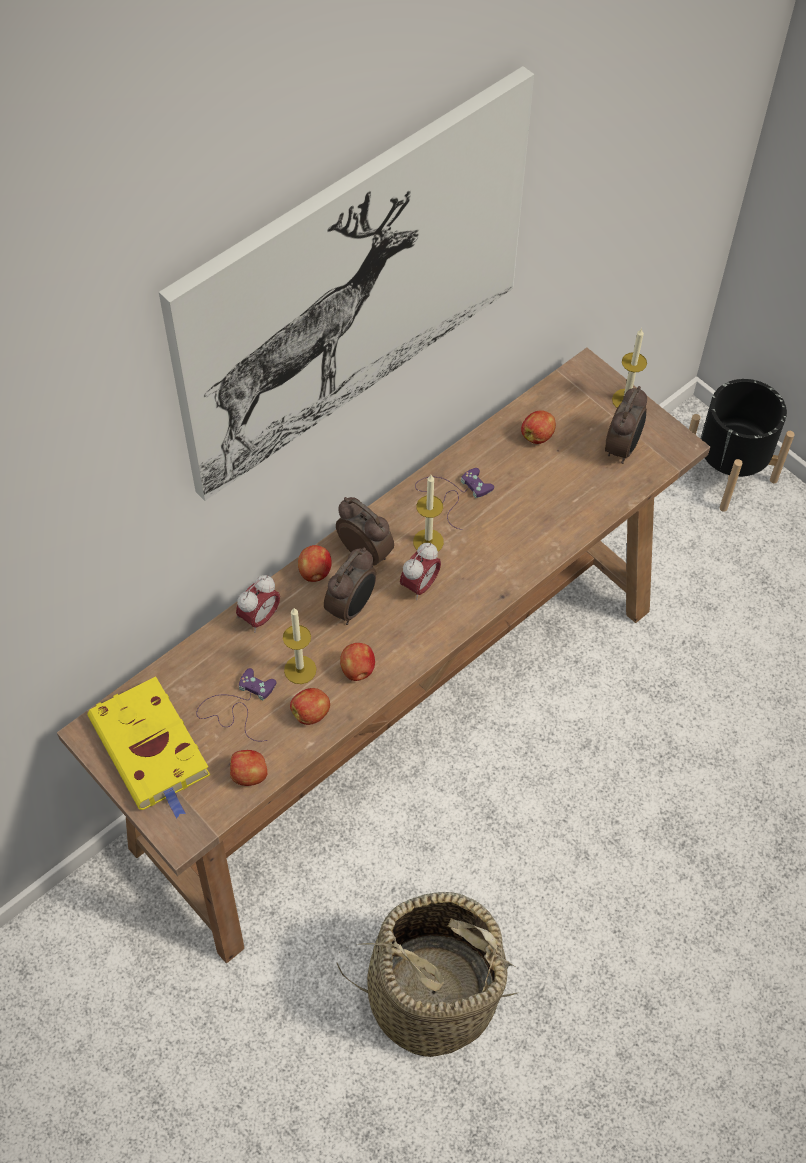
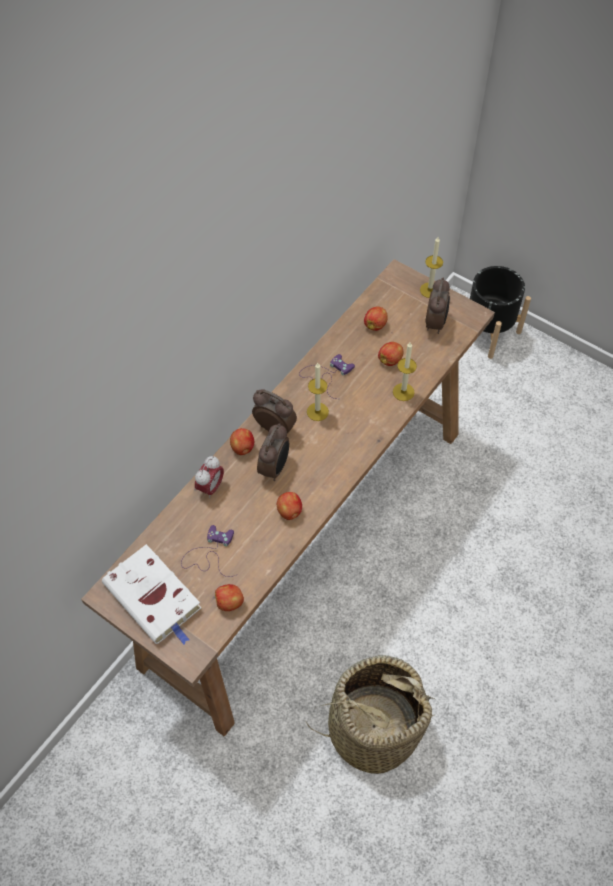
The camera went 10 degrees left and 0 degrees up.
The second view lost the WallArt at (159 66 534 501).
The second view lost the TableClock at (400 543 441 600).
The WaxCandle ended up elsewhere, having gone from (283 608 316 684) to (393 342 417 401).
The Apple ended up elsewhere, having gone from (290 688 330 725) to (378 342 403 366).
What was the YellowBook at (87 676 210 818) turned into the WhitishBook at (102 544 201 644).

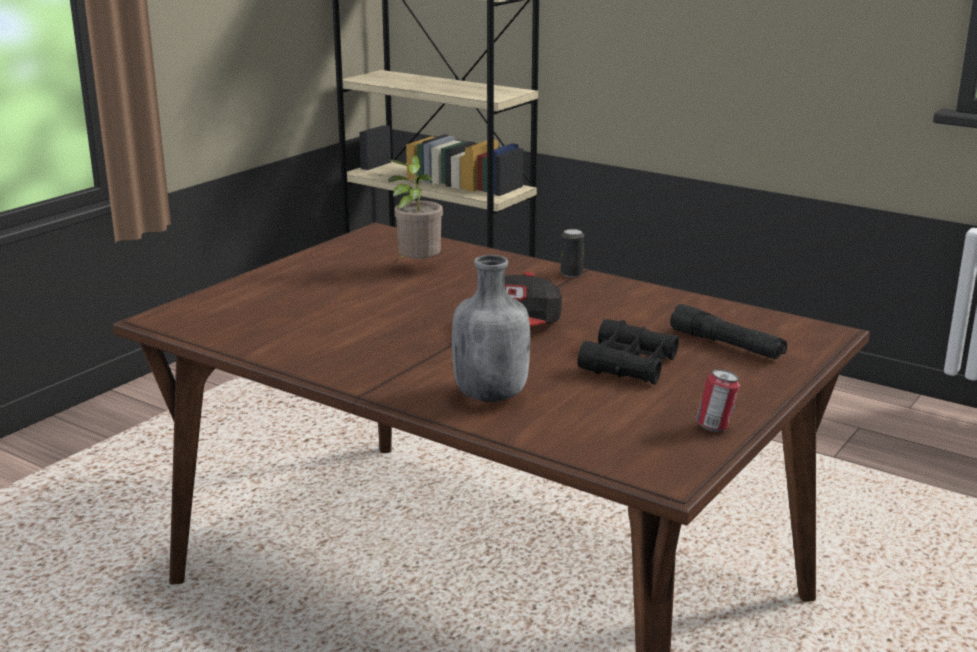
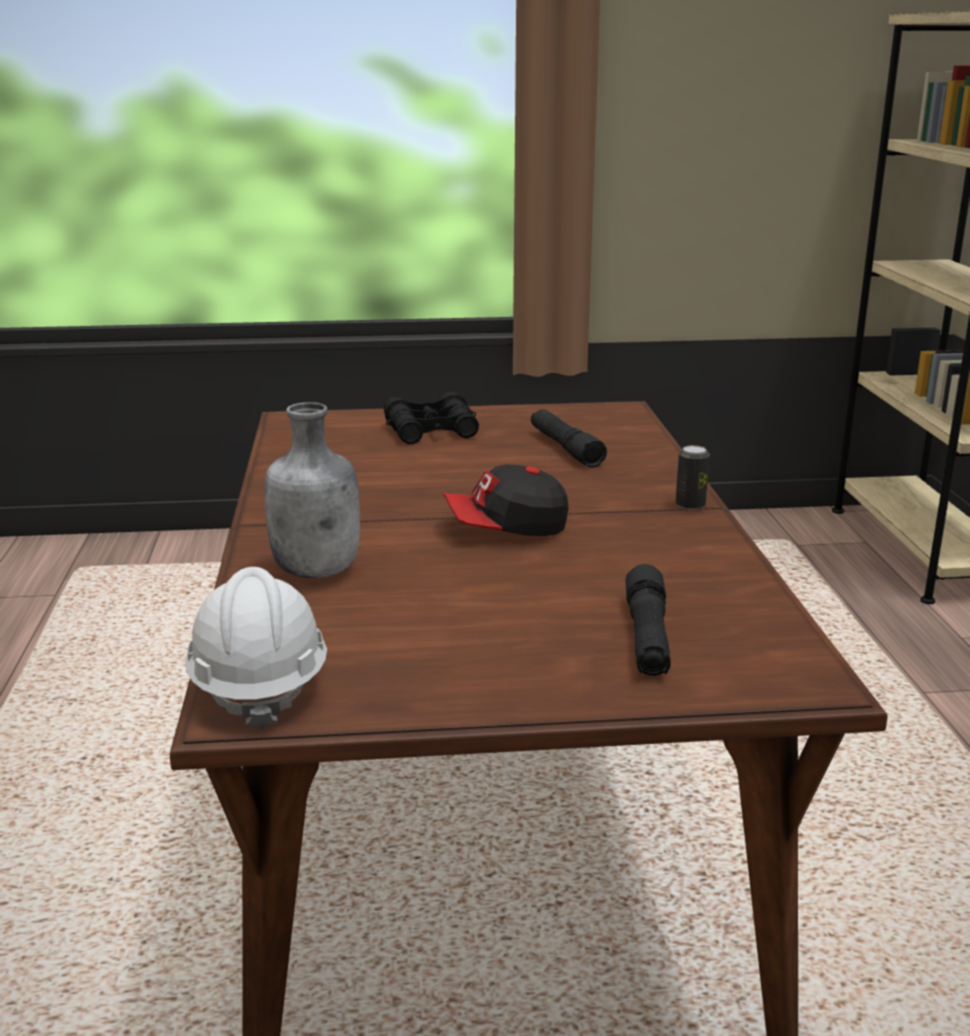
The camera went 50 degrees right and 0 degrees up.
The second view lost the MetalCan at (696 369 740 432).
The second view gained the WhitishSafetyHelmet at (185 567 327 730).
The BlackishFieldGlasses ended up elsewhere, having gone from (578 319 679 384) to (384 391 479 444).
Where the PottedPlant stood at (389 155 443 263), the BlackishTorch came to stand at (531 409 607 468).

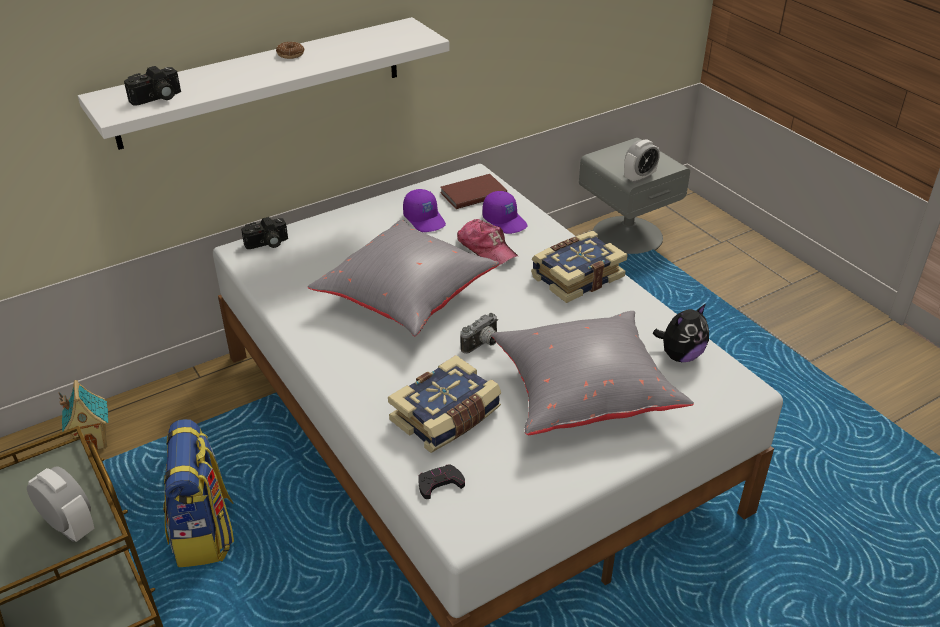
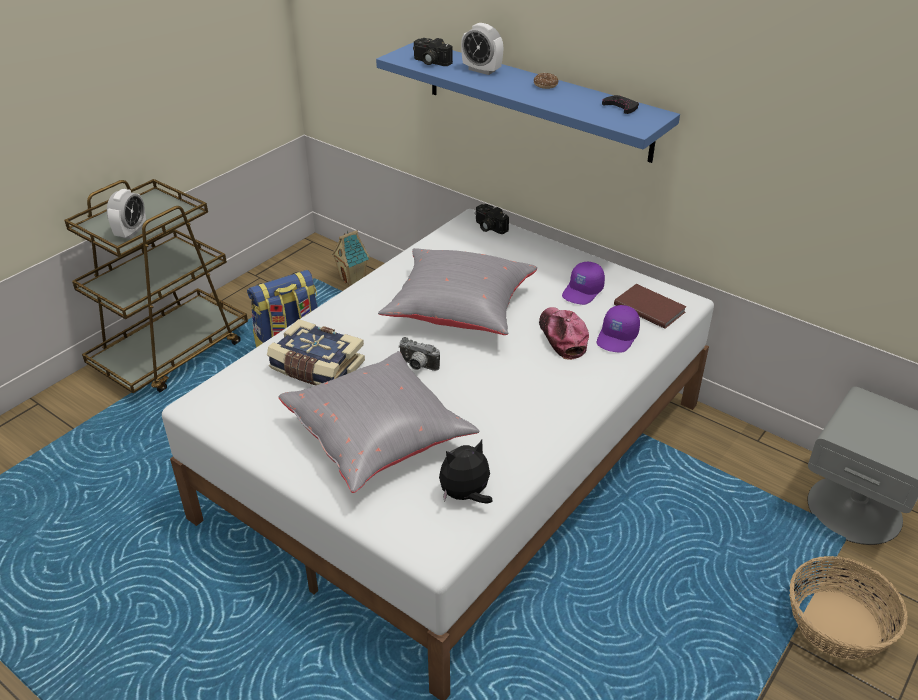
The camera went 70 degrees right and 0 degrees up.
The second view lost the Book at (531 231 628 303).
The second view gained the Basket at (789 556 908 660).
The BlackishGameController ended up elsewhere, having gone from (418 464 465 499) to (602 95 639 114).
The TableClock ended up elsewhere, having gone from (624 139 660 184) to (461 23 503 75).
What was the WhitishWallShelf at (78 17 450 150) turned into the BluishWallShelf at (376 42 680 163).
The Cap at (457 219 518 266) ended up facing another way, 135 degrees clockwise from before.
The CuddlyToy at (653 304 709 362) ended up facing another way, 120 degrees clockwise from before.

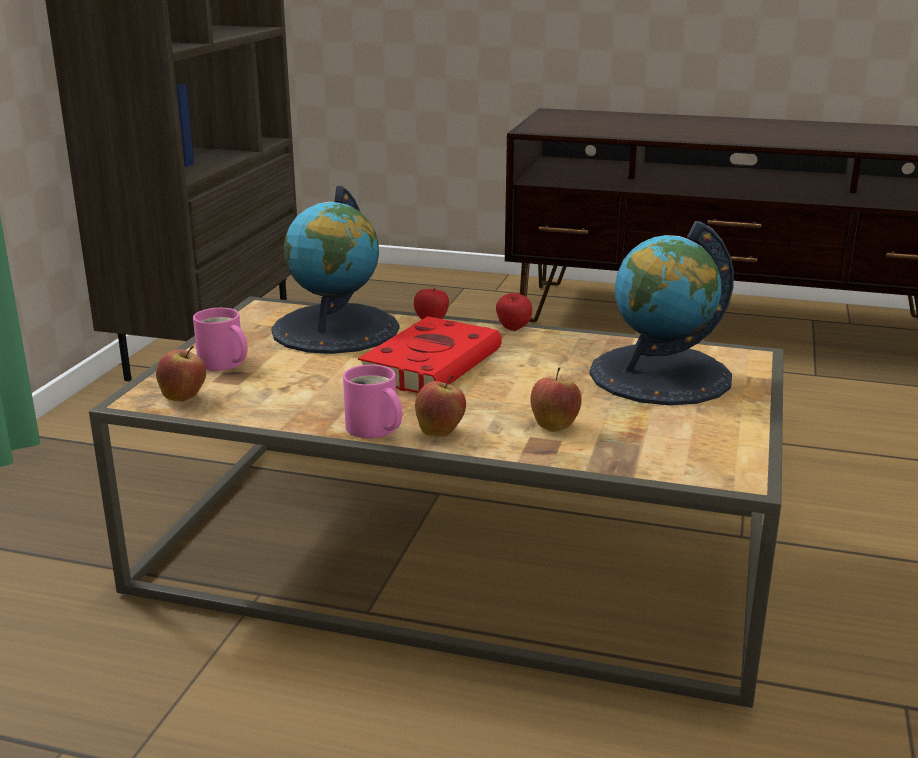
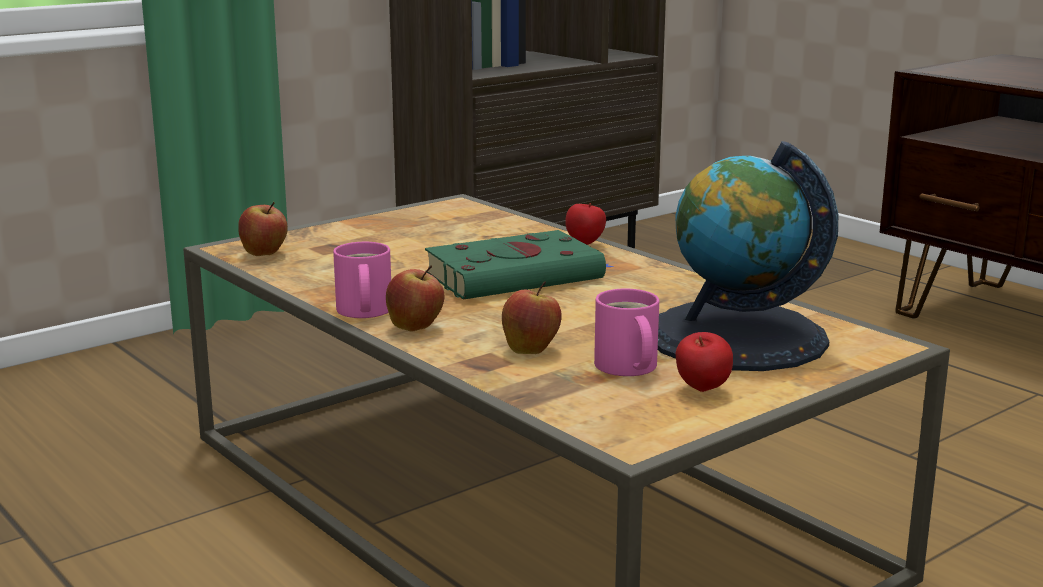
The camera went 35 degrees right and 5 degrees down.
The second view lost the DeskGlobe at (271 185 399 354).
The PinkTeaMug ended up elsewhere, having gone from (193 308 248 371) to (594 289 659 376).
The Apple ended up elsewhere, having gone from (496 293 532 331) to (676 332 733 392).
What was the ReddishBook at (358 316 502 393) turned into the GreenishBook at (425 230 615 300).

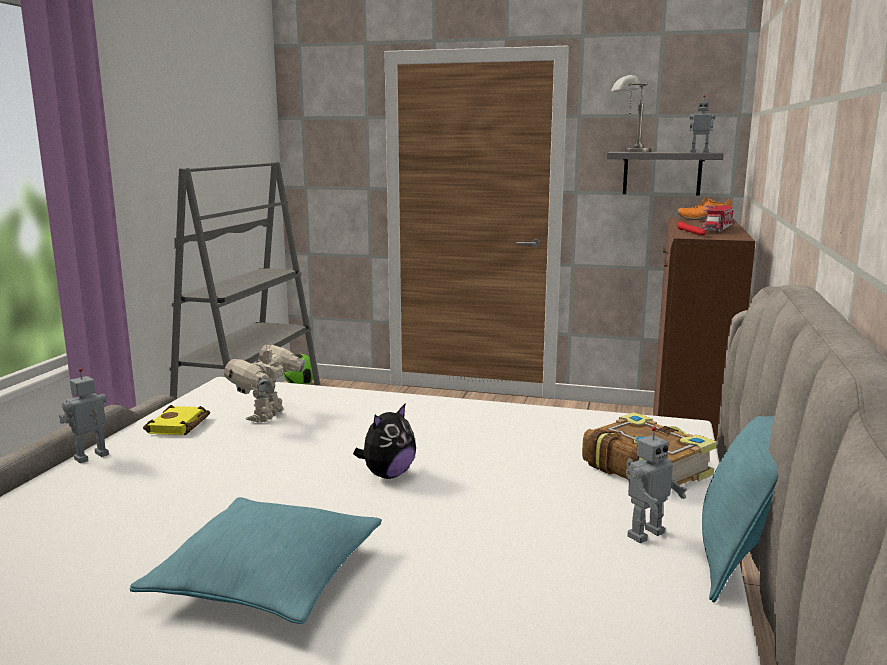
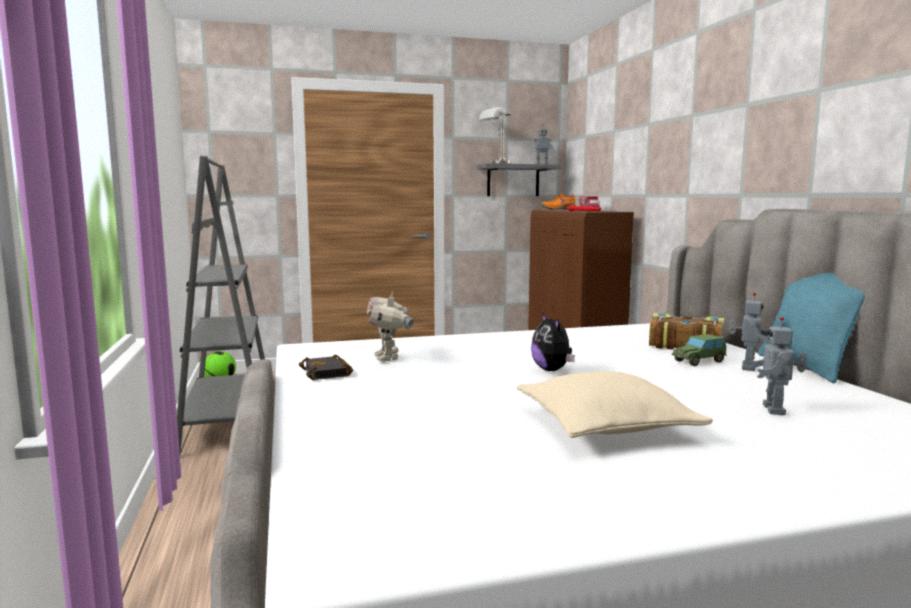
The camera went 30 degrees left and 5 degrees down.
The second view gained the MiniatureCar at (671 334 726 366).
The RobotFigure ended up elsewhere, having gone from (59 368 109 463) to (749 317 807 415).
What was the TurquoiseColouredPillow at (130 497 382 624) turned into the SandColouredPillow at (517 371 713 438).
What was the YellowBook at (143 405 210 435) turned into the BlackishBook at (299 355 353 380).
The CuddlyToy at (353 403 416 479) ended up facing another way, 150 degrees clockwise from before.

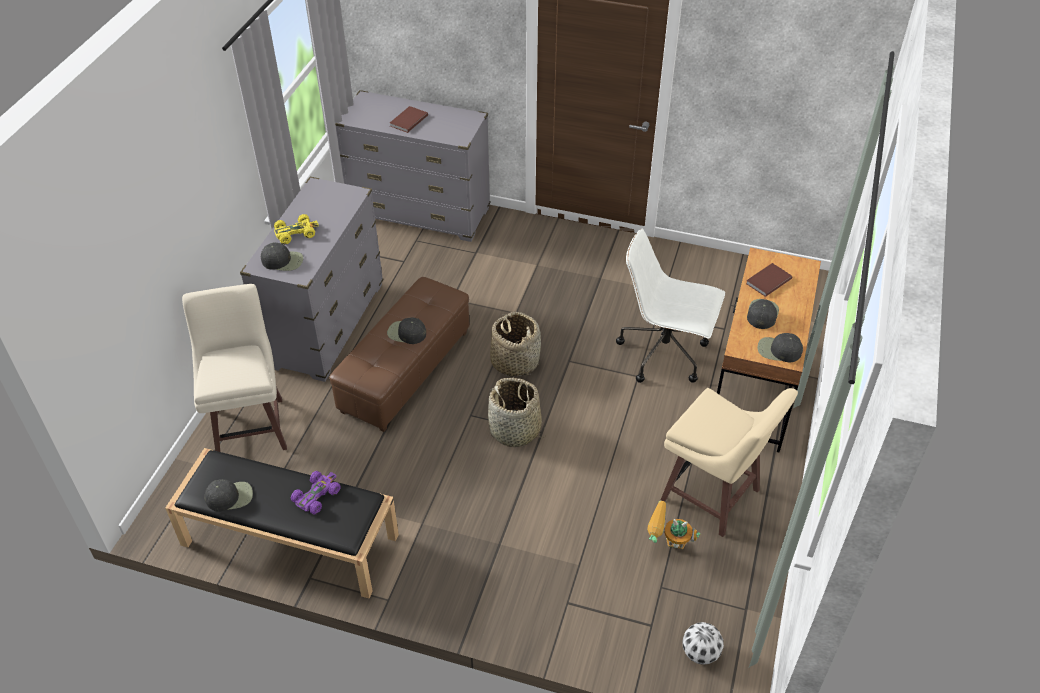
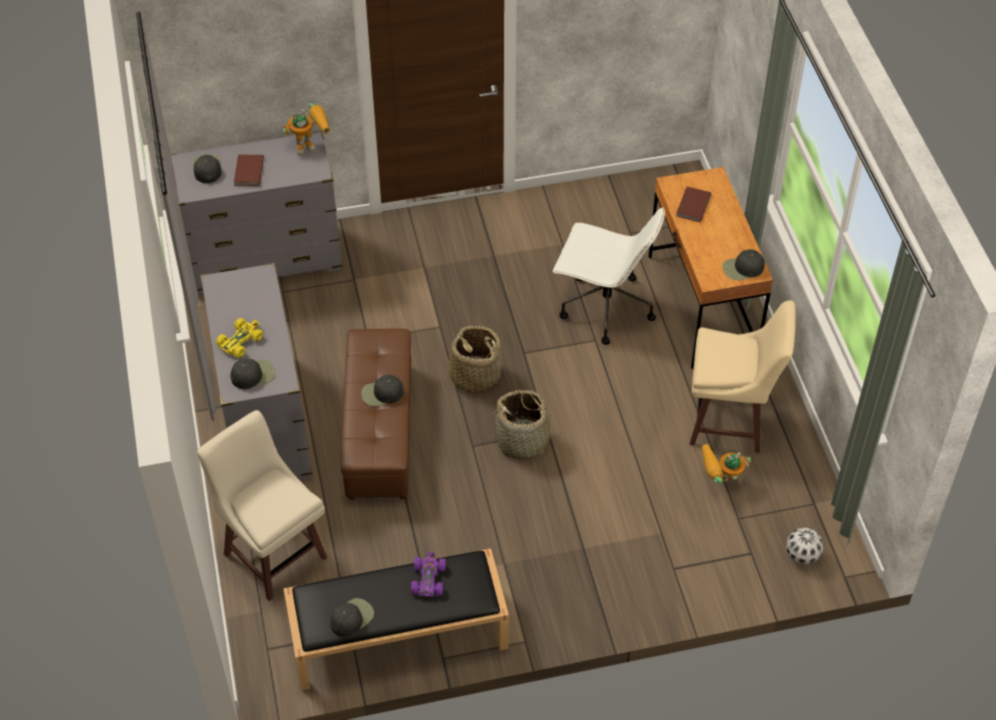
The camera went 30 degrees left and 5 degrees up.
The second view gained the RobotFigure at (283 103 330 155).
The BlackishCap ended up elsewhere, having gone from (747 299 779 329) to (193 154 222 183).
The WhitishDeskChair at (616 229 725 383) ended up facing another way, 150 degrees counterclockwise from before.

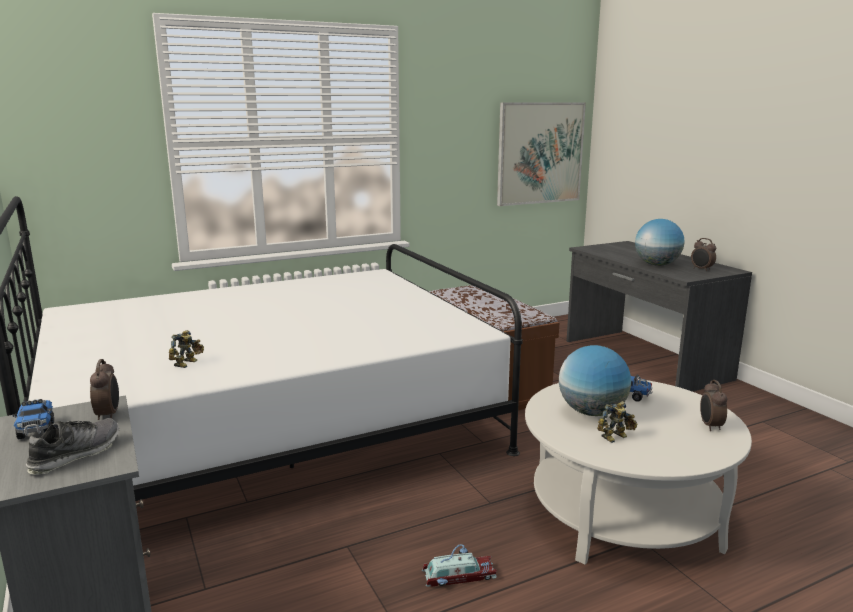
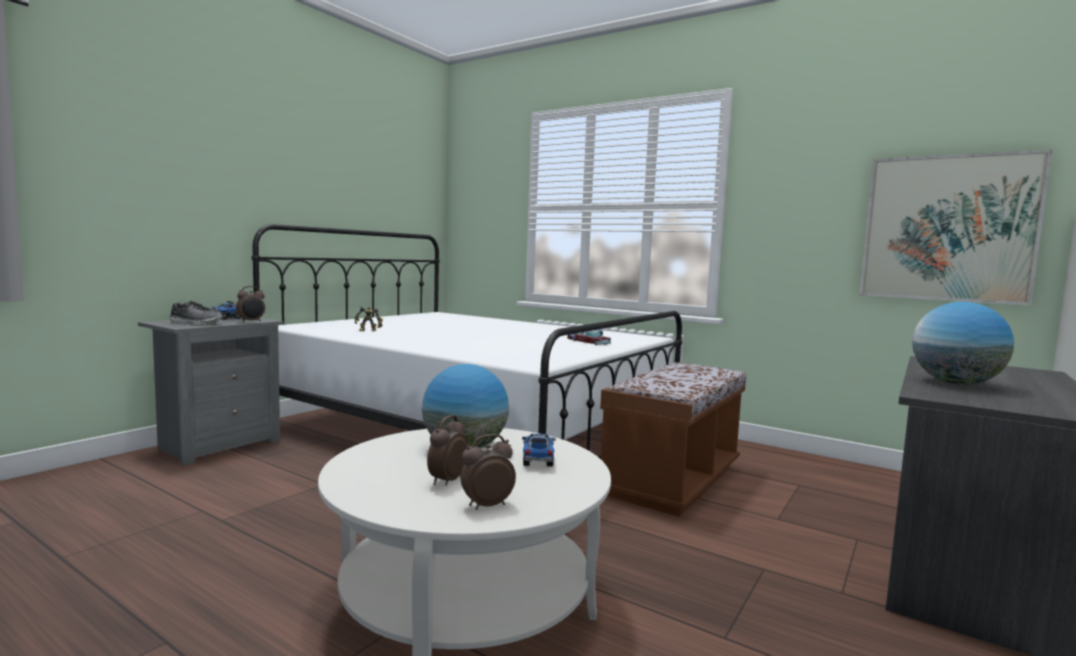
The camera went 60 degrees right and 10 degrees down.
The second view lost the RobotFigure at (597 401 637 443).
The MiniatureCar ended up elsewhere, having gone from (422 544 497 587) to (567 329 611 345).
The TableClock ended up elsewhere, having gone from (691 238 716 271) to (427 415 468 486).

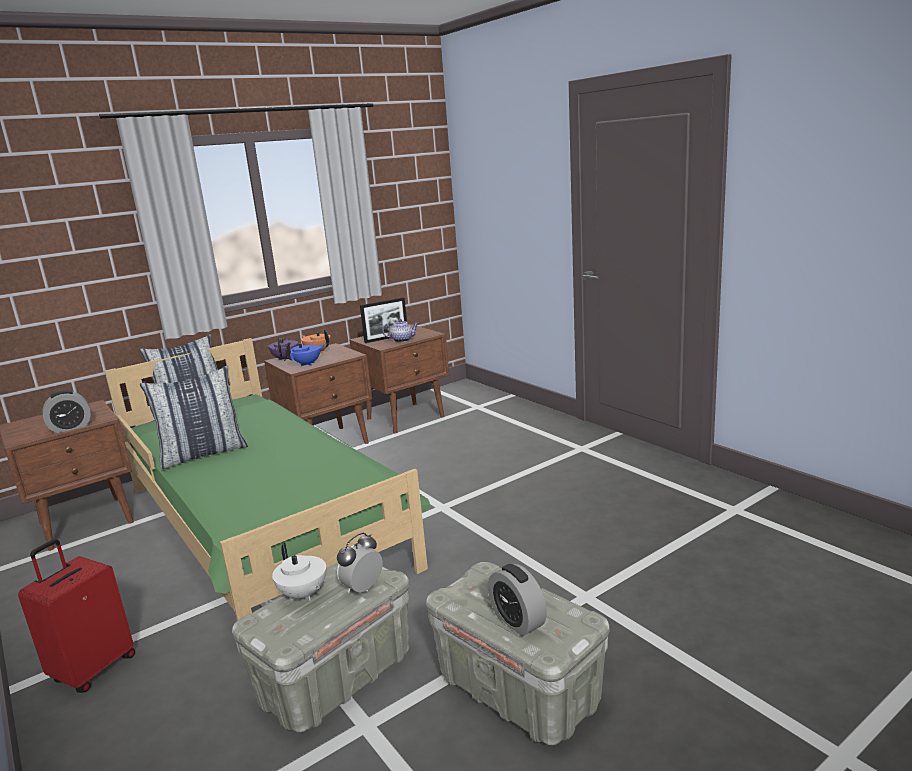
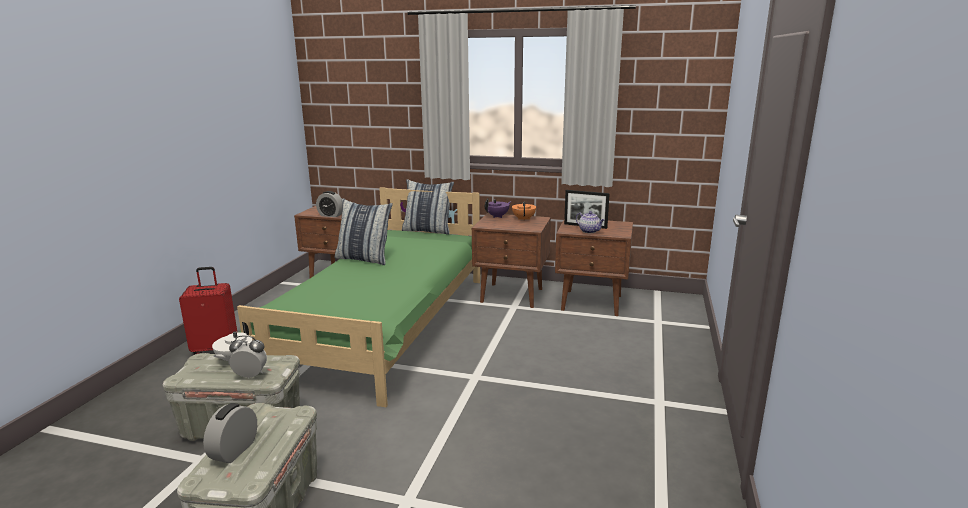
The camera went 50 degrees right and 0 degrees up.
The second view lost the BluishTeapot at (286 342 325 366).

